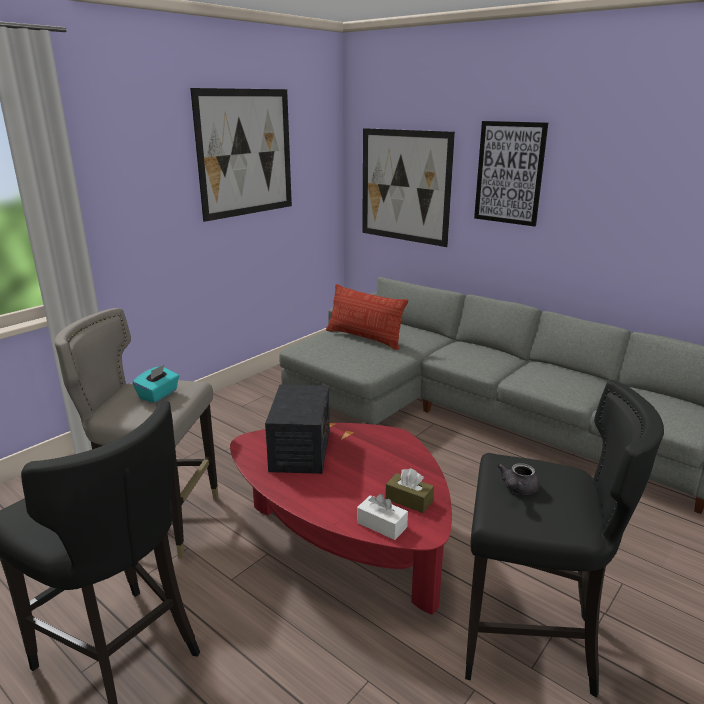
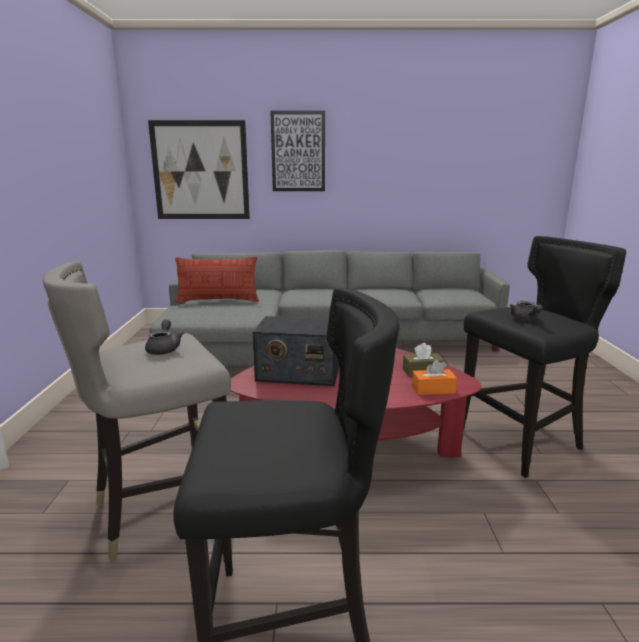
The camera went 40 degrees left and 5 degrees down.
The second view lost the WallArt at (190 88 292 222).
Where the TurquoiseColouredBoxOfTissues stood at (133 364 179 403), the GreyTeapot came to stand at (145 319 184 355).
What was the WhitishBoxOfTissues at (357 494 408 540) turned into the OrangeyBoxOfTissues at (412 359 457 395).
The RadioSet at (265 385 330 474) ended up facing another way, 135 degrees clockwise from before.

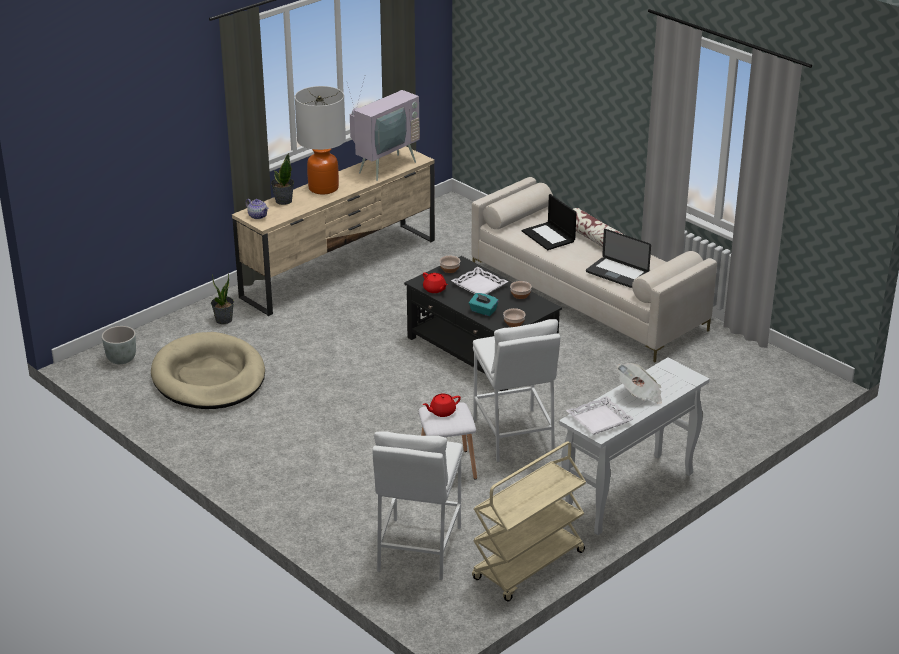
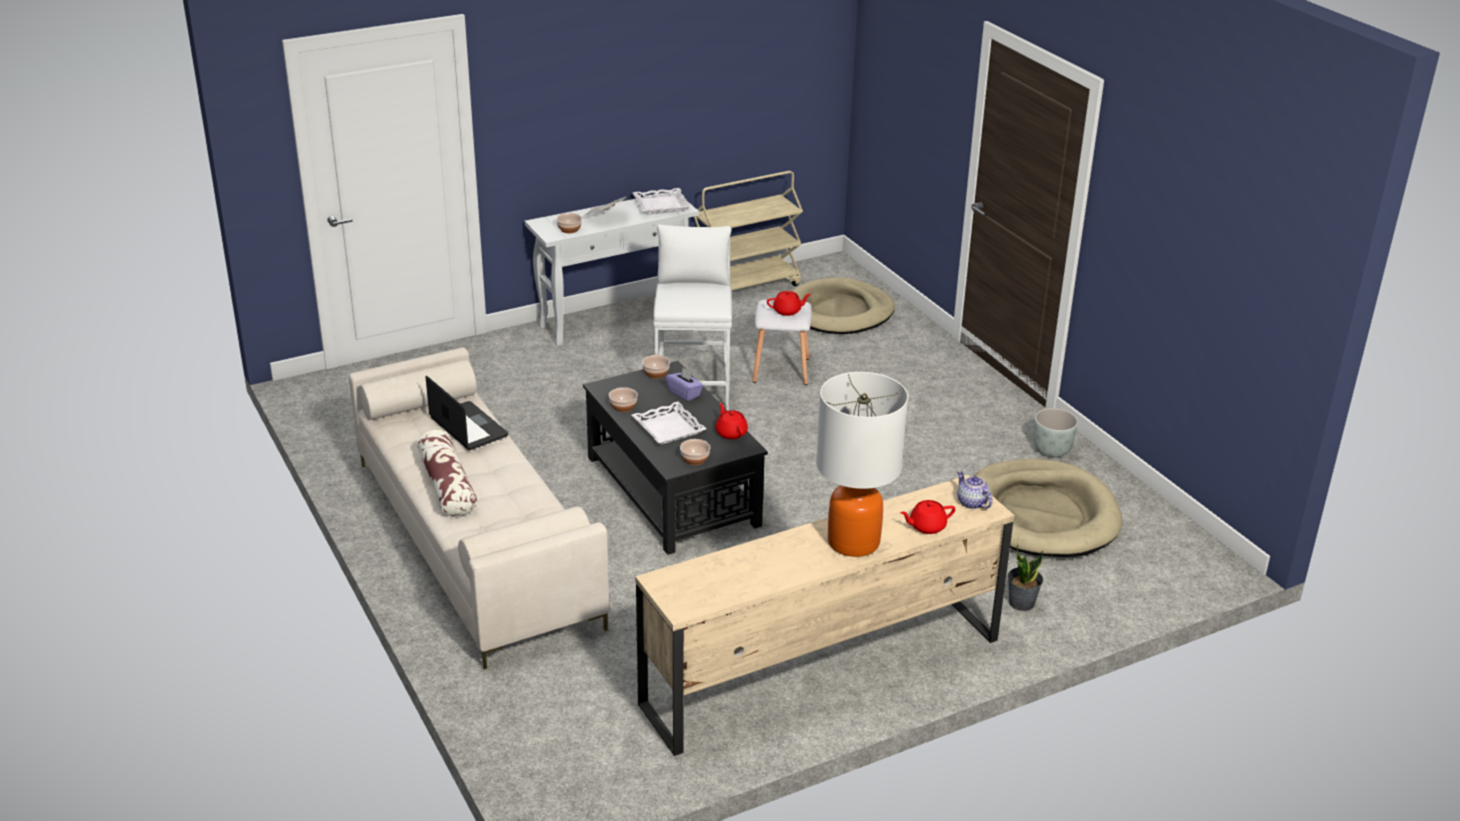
The camera went 165 degrees left and 0 degrees up.
The second view lost the Television at (346 81 420 181).
The second view lost the Laptop at (522 194 577 250).
The second view gained the ServingBowl at (556 213 582 233).
The GreyFlowerPot ended up elsewhere, having gone from (102 326 136 364) to (1034 408 1078 458).
Where the PottedPlant stood at (271 153 294 205), the ReddishTeapot came to stand at (900 500 955 534).
Where the WhitishSittingStool stood at (372 432 463 580), the SandColouredDogCushion came to stand at (791 277 895 334).
What was the TurquoiseColouredBoxOfTissues at (469 293 499 316) turned into the PurpleBoxOfTissues at (666 367 703 401).

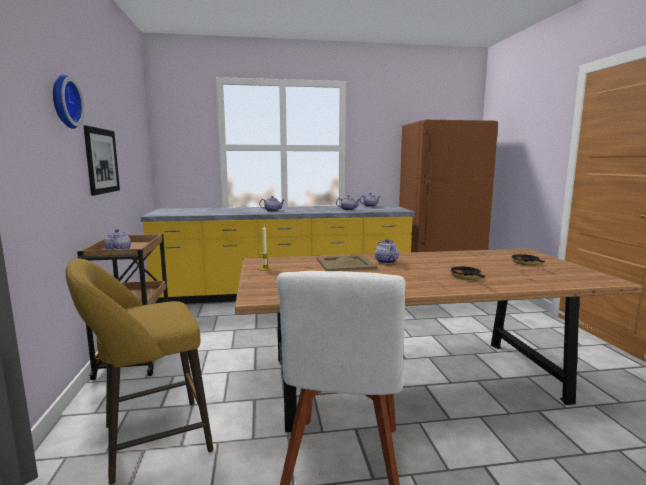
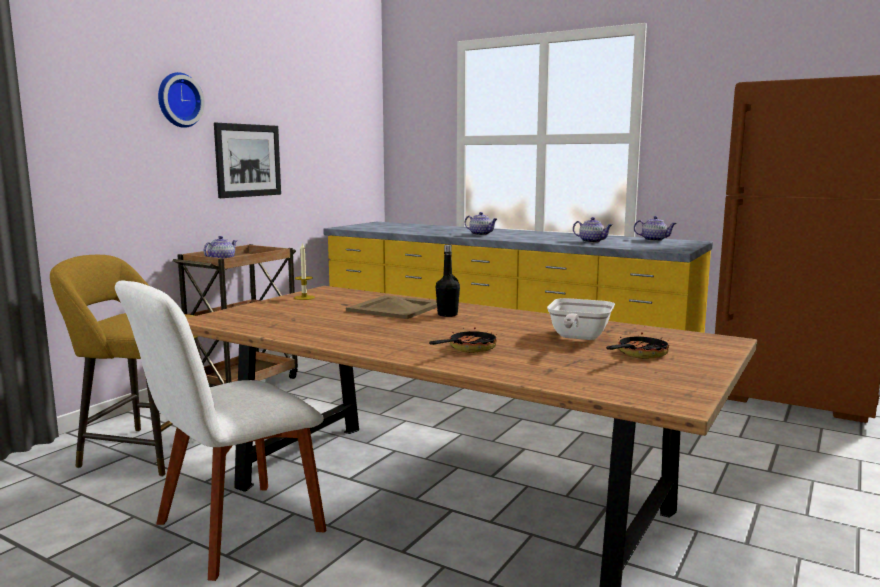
The camera went 40 degrees right and 0 degrees up.
The second view gained the FryingPan at (547 298 615 340).
Where the Teapot stood at (375 239 399 264), the BlackishDrinkBottle came to stand at (436 245 460 317).

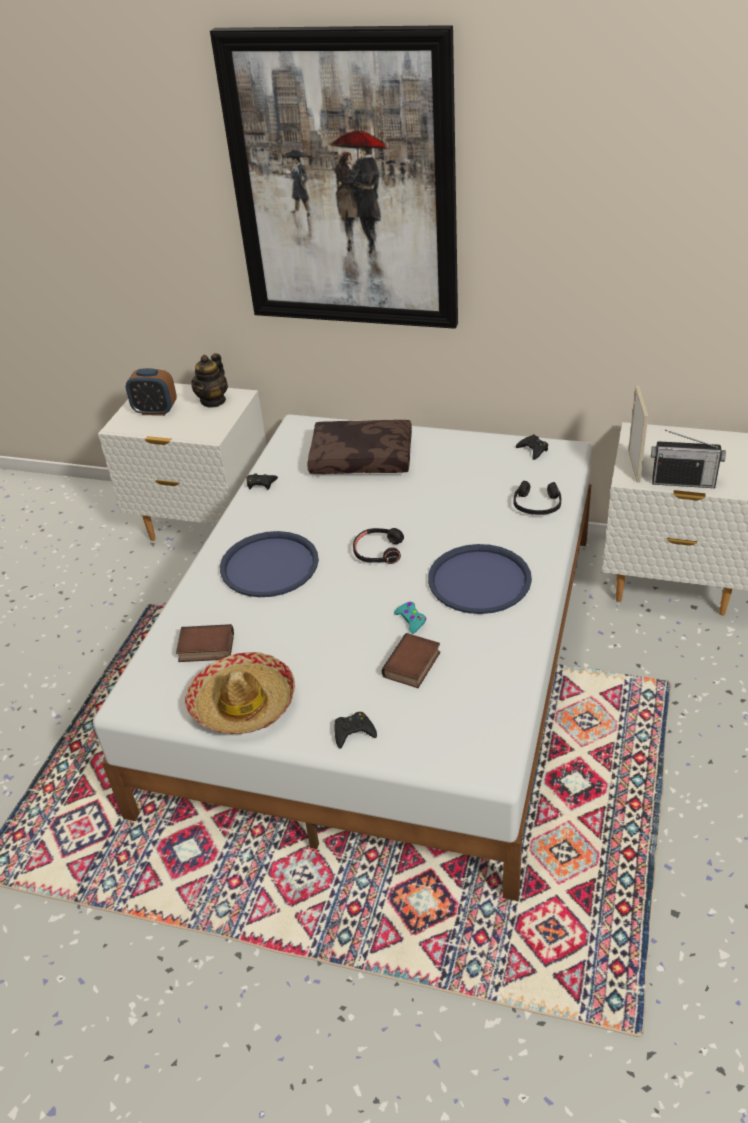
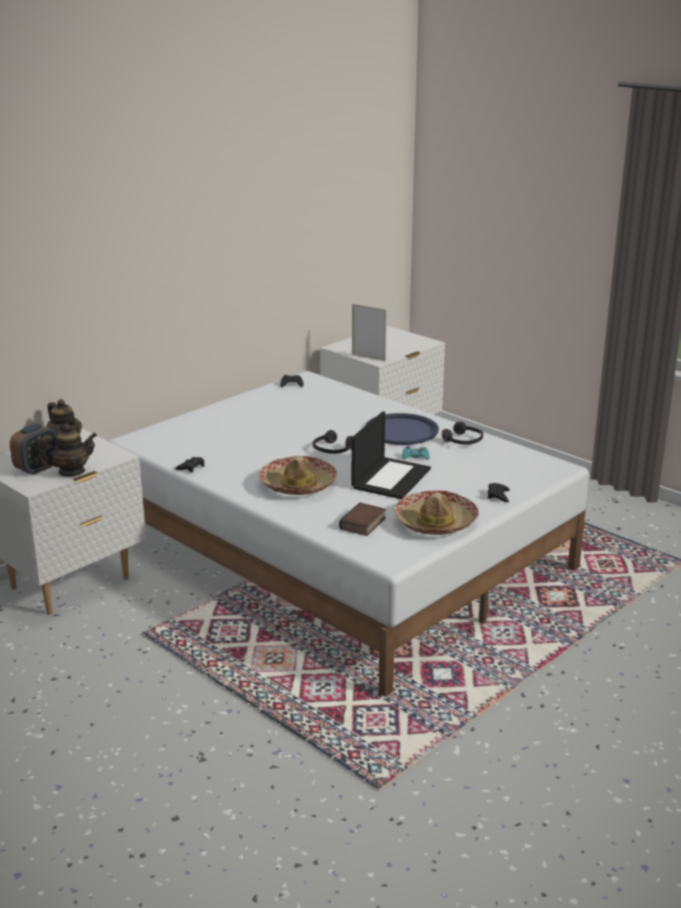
The camera went 65 degrees left and 15 degrees down.
The second view lost the WallArt at (210 25 458 329).
The second view lost the BrownPillow at (307 420 412 474).
The second view lost the Book at (382 633 440 688).
The second view lost the RadioSet at (651 430 726 488).
The second view gained the Teapot at (40 424 97 477).
The second view gained the Laptop at (351 411 431 499).
The BlackishPairOfHeadphones ended up elsewhere, having gone from (514 481 561 515) to (442 422 483 445).
Where the BluishTray stood at (220 531 319 597), the ClothingHat came to stand at (259 456 337 495).

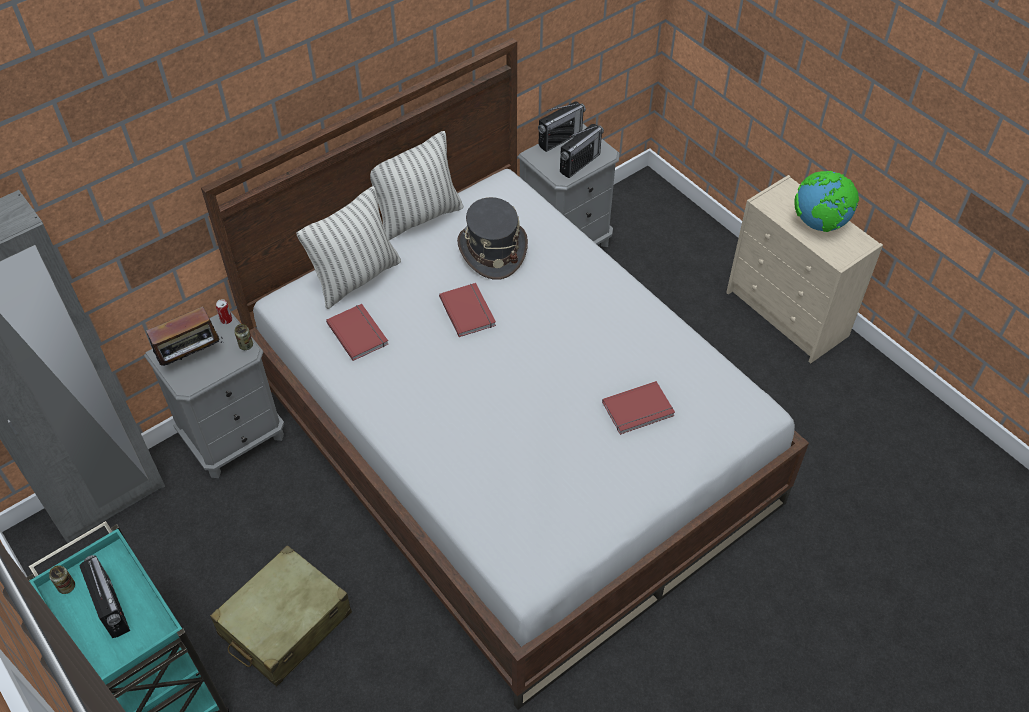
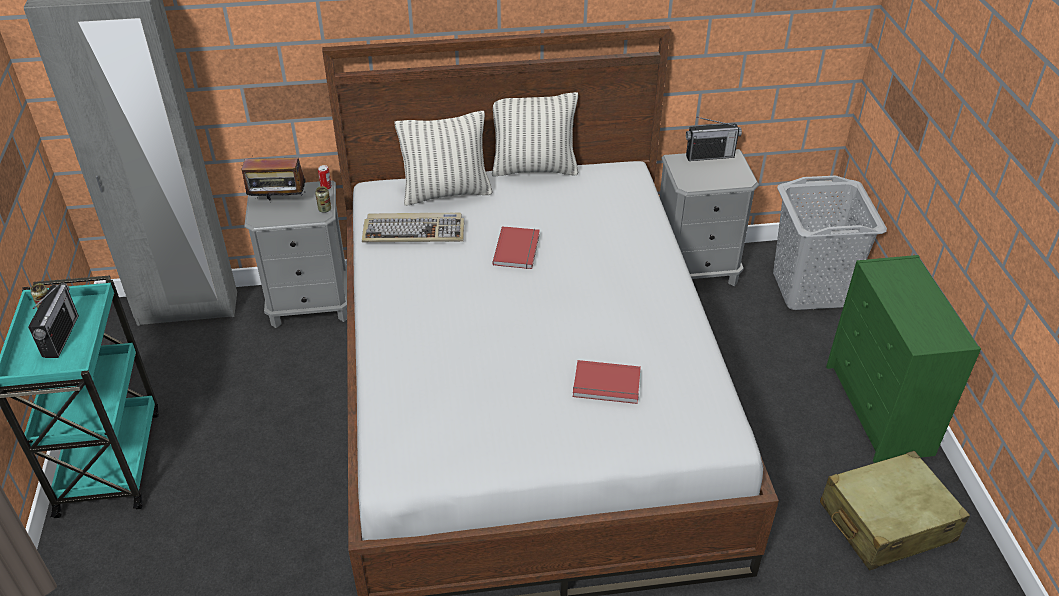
The camera went 30 degrees right and 10 degrees down.
The second view lost the GreyClothingHat at (457 197 528 280).
The second view lost the RadioSet at (560 124 604 178).
The second view lost the DeskGlobe at (794 171 859 232).
The second view gained the GreyWashingBasket at (773 176 887 310).
The SandColouredSuitcase ended up elsewhere, having gone from (210 545 352 686) to (820 451 970 570).
Where the ReddishBook stood at (326 304 388 361), the PcKeyboard came to stand at (362 213 464 243).
What was the SandColouredDresser at (726 175 883 363) turned into the GreenishDresser at (826 255 981 463).

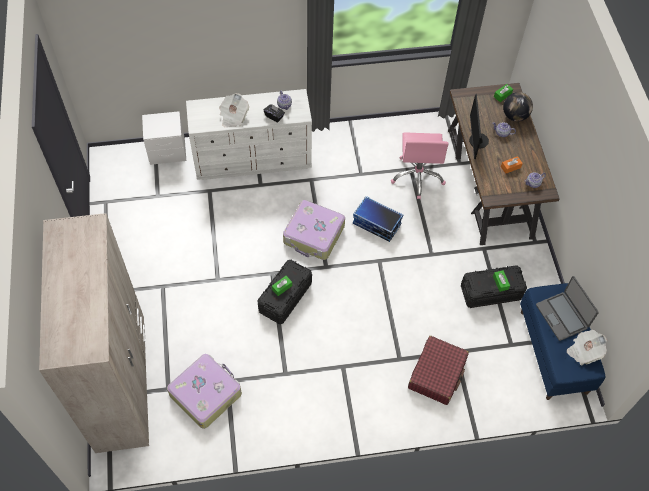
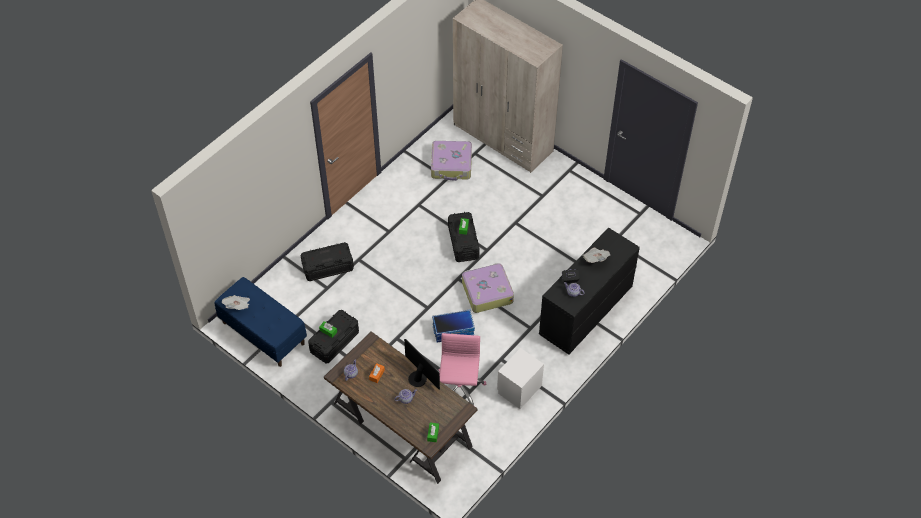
The camera went 140 degrees right and 5 degrees down.
The second view lost the DeskGlobe at (503 92 533 122).
The second view lost the Laptop at (536 276 599 341).
The WhitishBedsideTable ended up elsewhere, having gone from (142 111 186 165) to (497 348 544 409).
Where the ReddishSuitcase stood at (408 336 469 405), the BlackishStorageContainer came to stand at (300 242 354 281).
What was the WhitishDresser at (186 89 312 180) turned into the BlackishDresser at (539 227 640 355).
The PinkDeskChair at (391 132 449 199) ended up facing another way, 45 degrees clockwise from before.

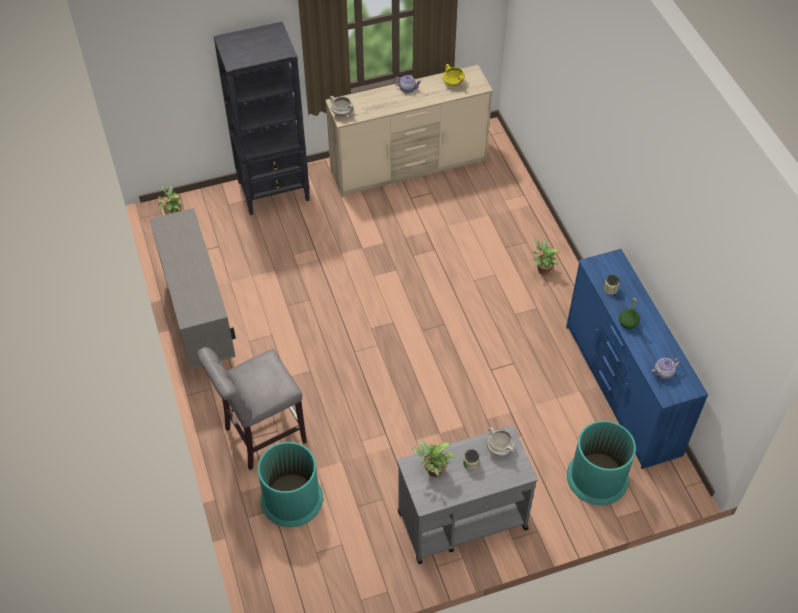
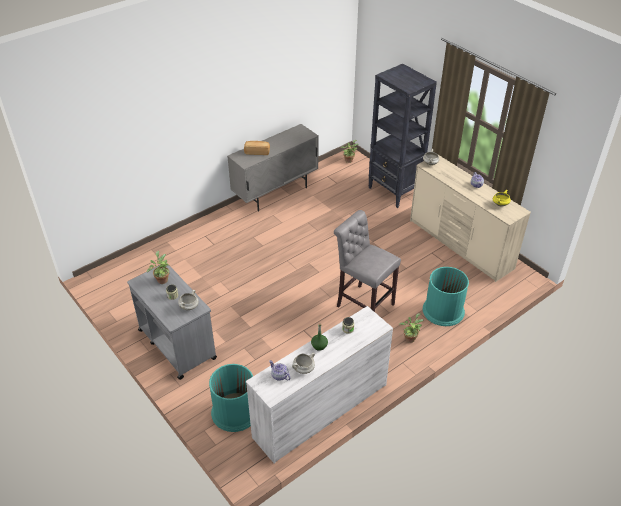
The camera went 70 degrees right and 10 degrees down.
The second view gained the BakeryBread at (244 141 270 155).
The second view gained the WhitishStockpot at (292 353 315 374).
The GreySittingStool ended up elsewhere, having gone from (197 347 307 470) to (334 210 401 312).
The TurquoiseColouredTrashCan ended up elsewhere, having gone from (258 442 323 527) to (423 267 469 326).
What was the BluishDresser at (566 249 708 469) turned into the WhitishDresser at (246 306 393 463).

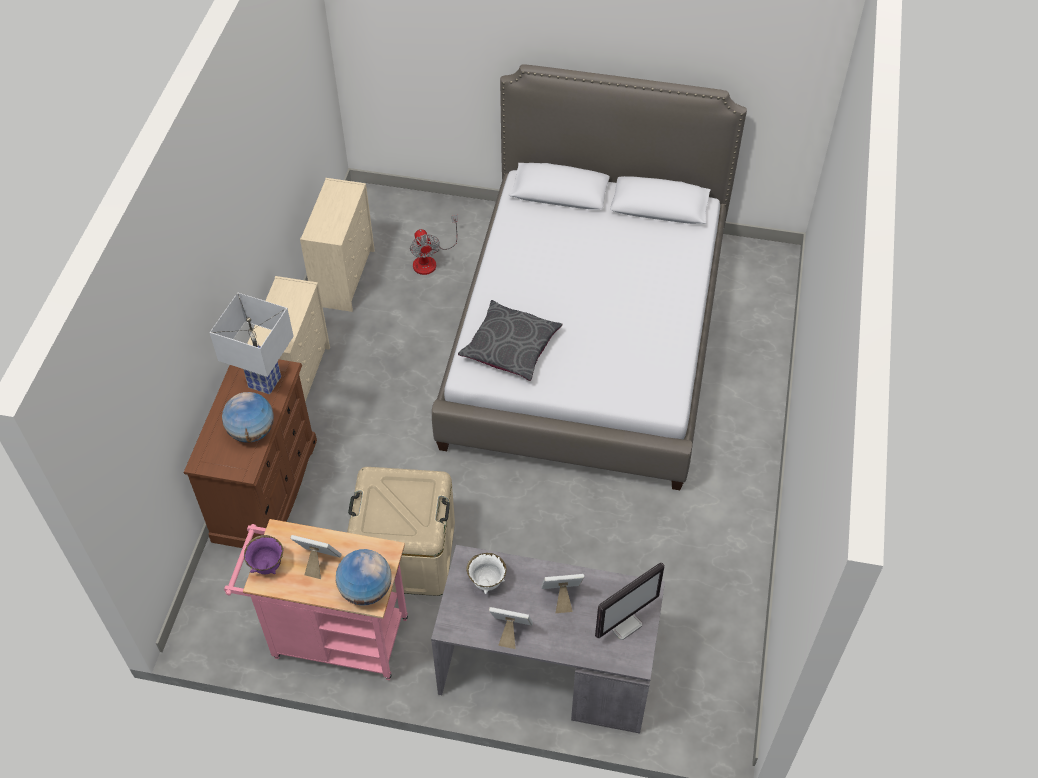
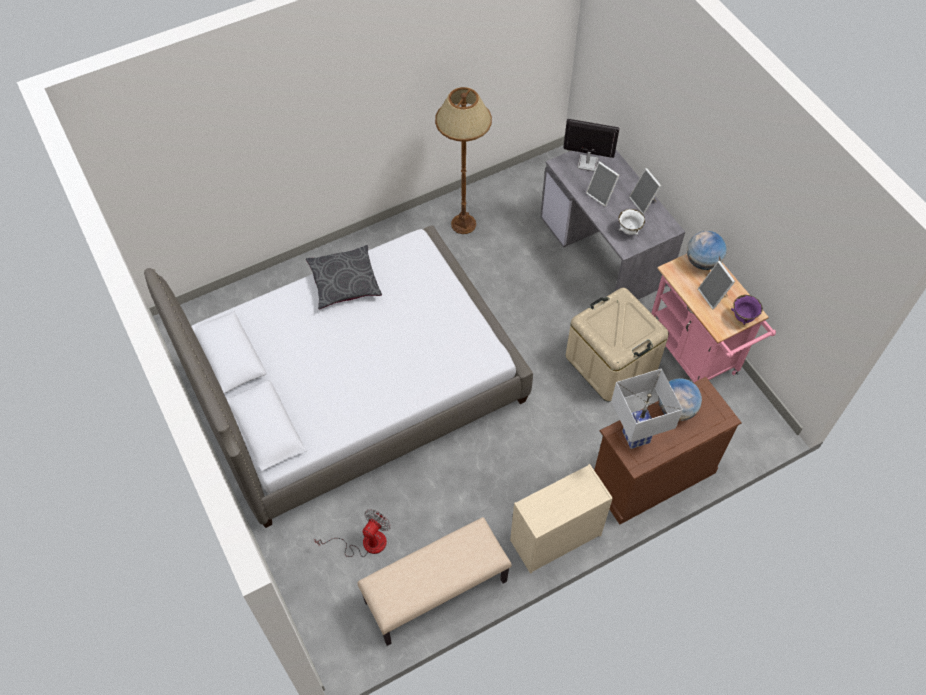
The camera went 130 degrees left and 5 degrees up.
The second view gained the BrownStandingLamp at (435 87 492 234).
The GreyPillow ended up elsewhere, having gone from (458 300 562 381) to (306 245 382 310).
Where the SandColouredDresser stood at (300 178 375 312), the SandColouredIndoorBench came to stand at (357 517 512 646).

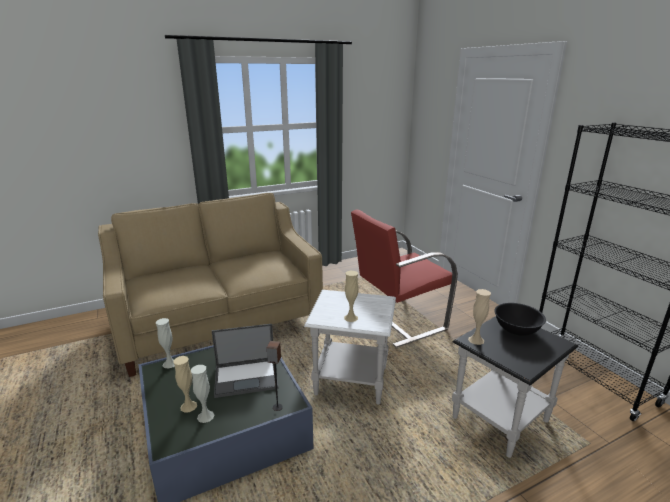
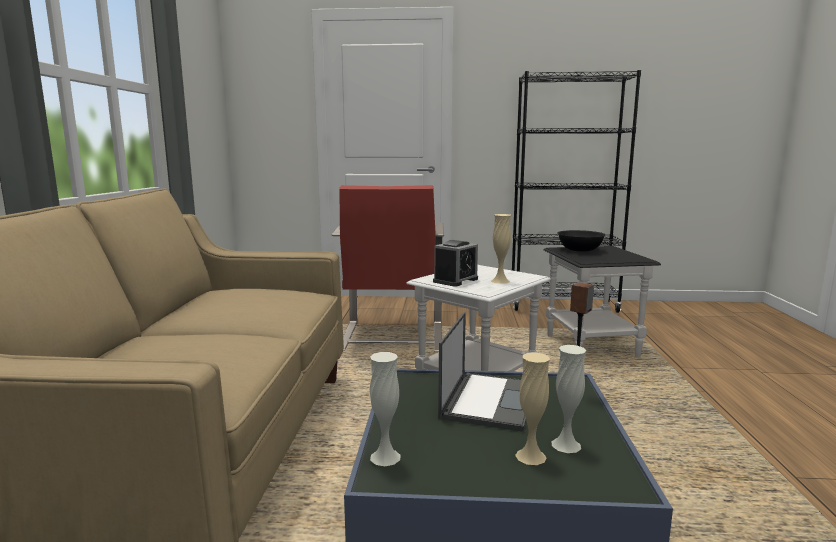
The camera went 60 degrees left and 10 degrees down.
The second view lost the SandColouredDecorativeVase at (468 289 491 345).
The second view gained the TableClock at (433 240 478 287).

